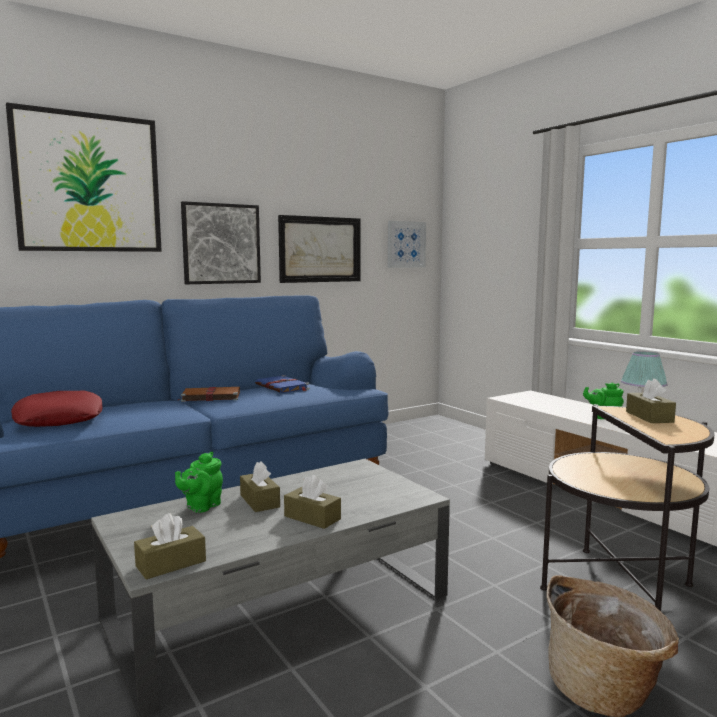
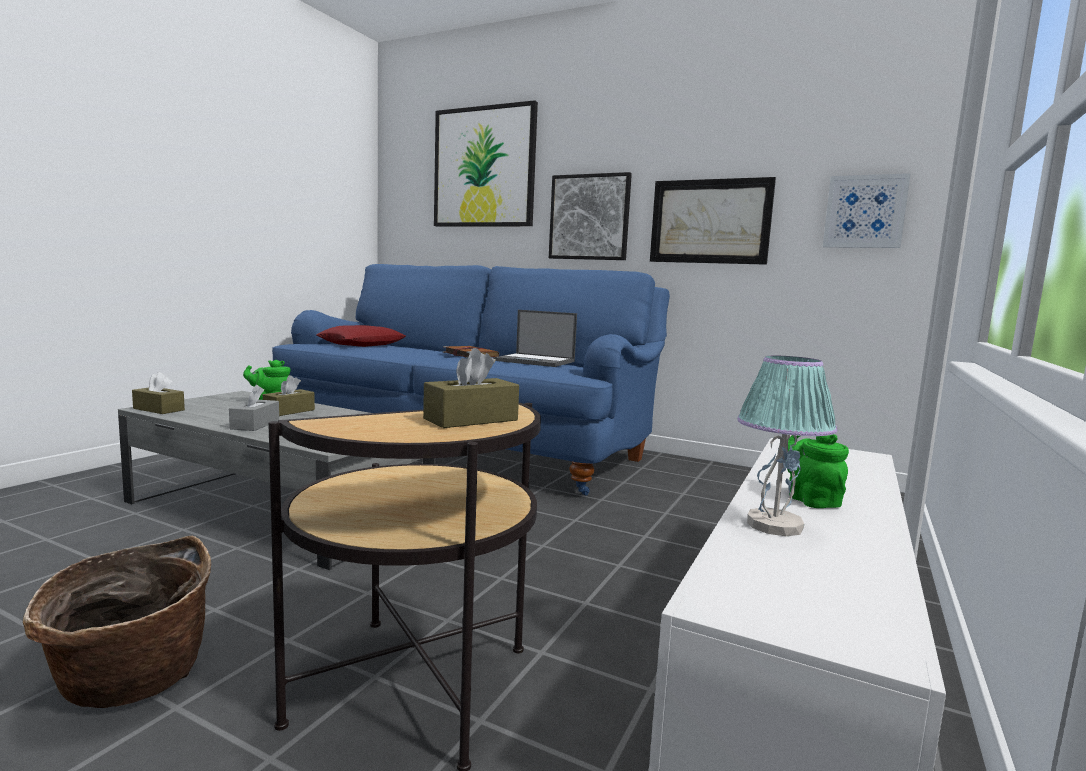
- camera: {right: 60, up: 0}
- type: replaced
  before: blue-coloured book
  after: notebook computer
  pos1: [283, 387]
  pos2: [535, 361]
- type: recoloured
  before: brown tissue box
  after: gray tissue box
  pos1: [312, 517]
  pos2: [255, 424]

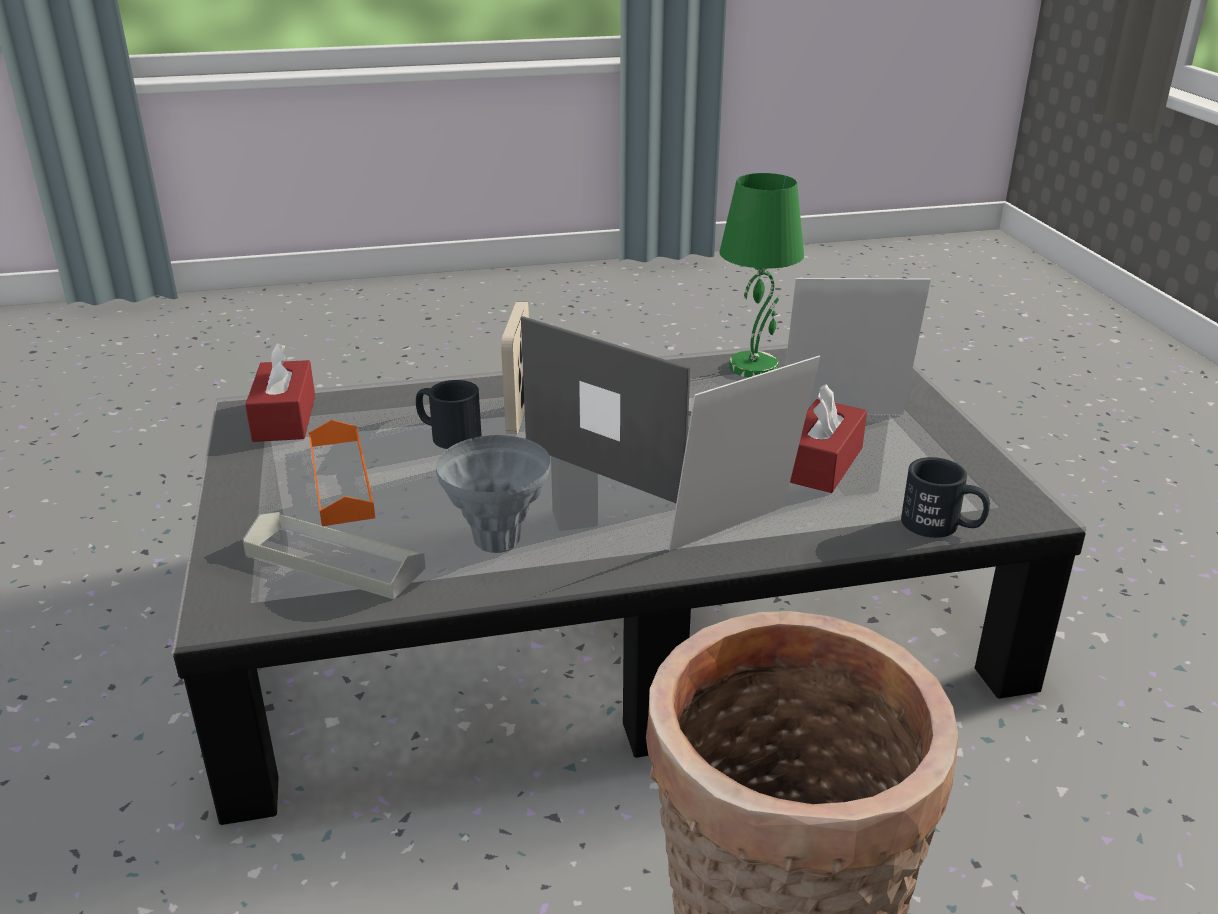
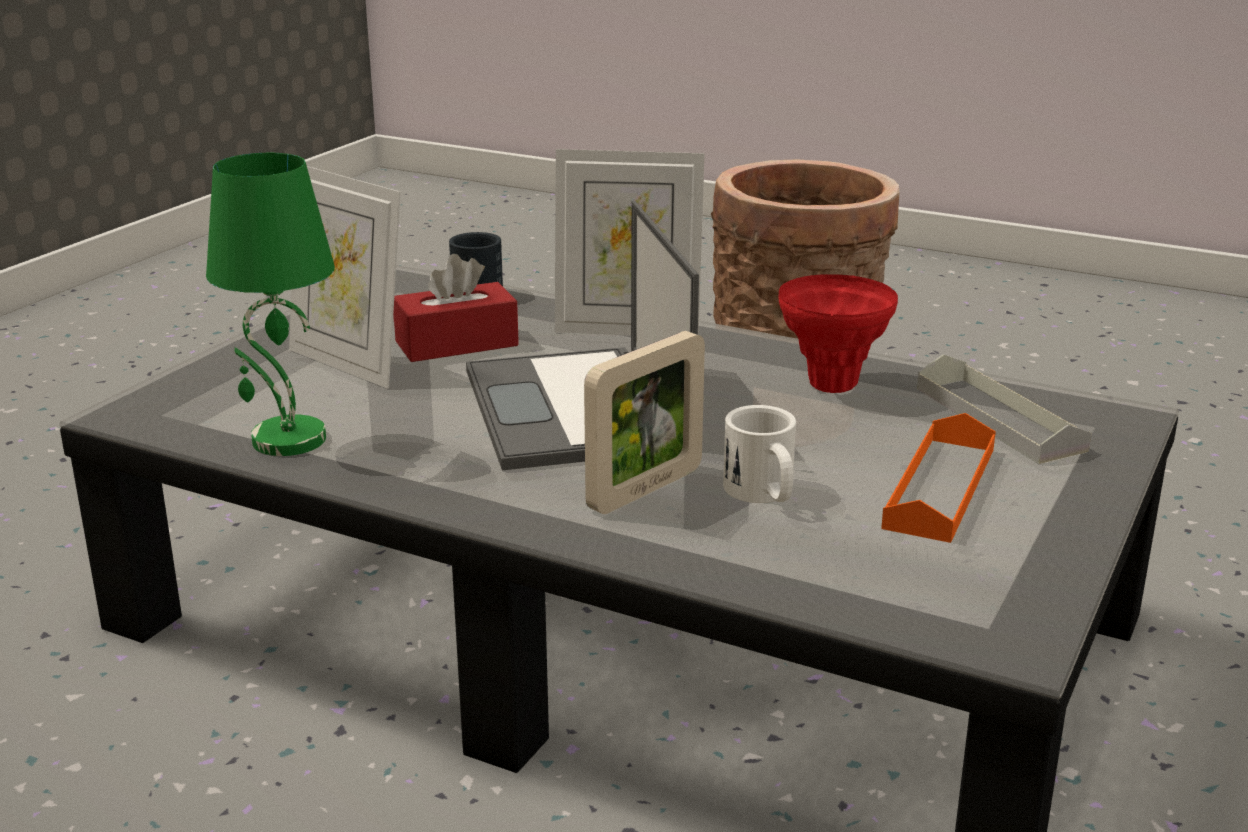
- camera: {right: -140, up: -5}
- type: removed
  before: reddish tissue box
  pos1: [284, 418]
- type: recoloured
  before: black mug
  after: white mug
  pos1: [448, 435]
  pos2: [764, 494]
- type: recoloured
  before: gray decorative vase
  after: reddish decorative vase
  pos1: [497, 542]
  pos2: [831, 385]

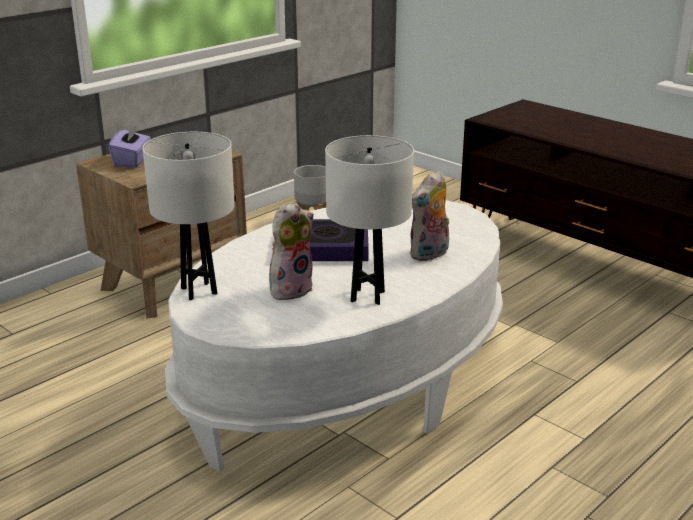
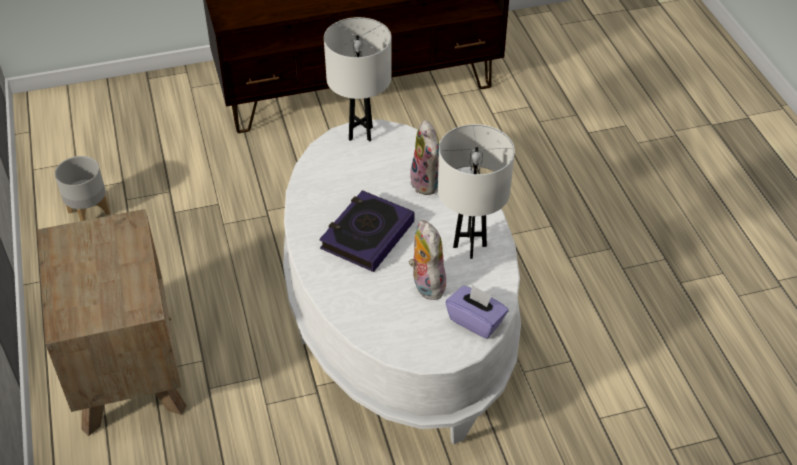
- camera: {right: -60, up: 20}
- type: moved
  before: purple tissue box
  pos1: [132, 161]
  pos2: [476, 321]
- type: moved
  before: white tabletop lamp
  pos1: [198, 291]
  pos2: [360, 134]

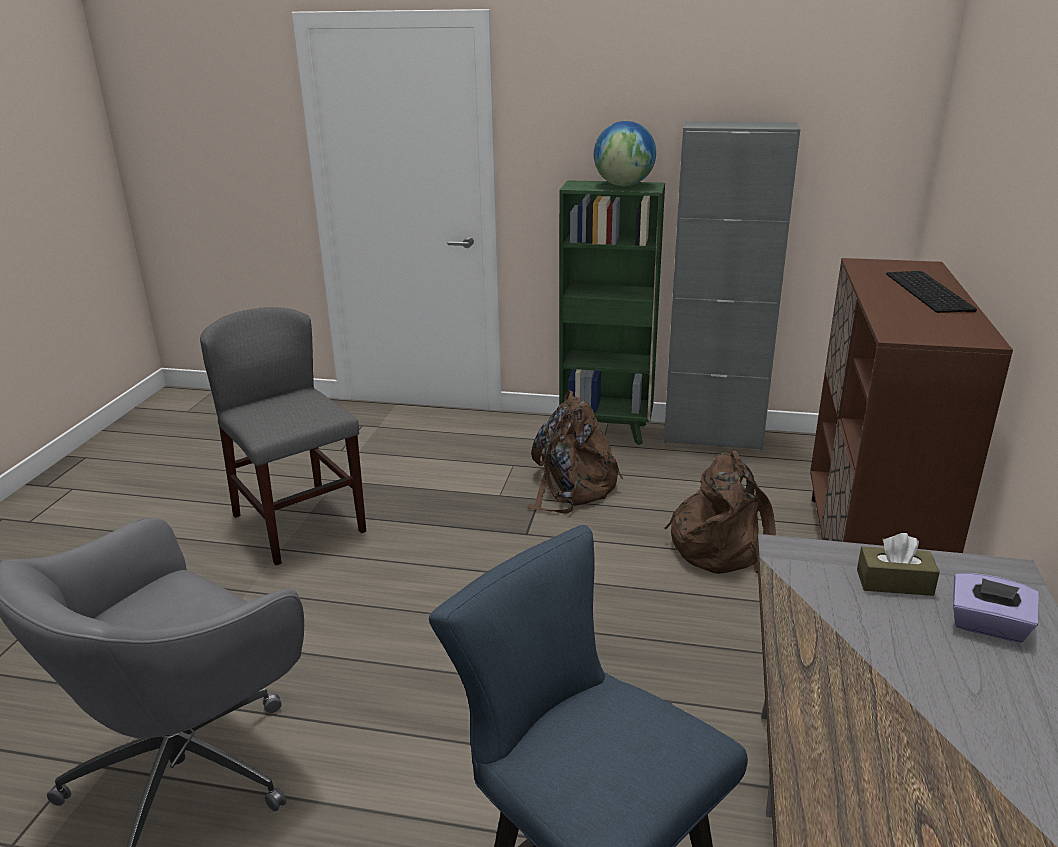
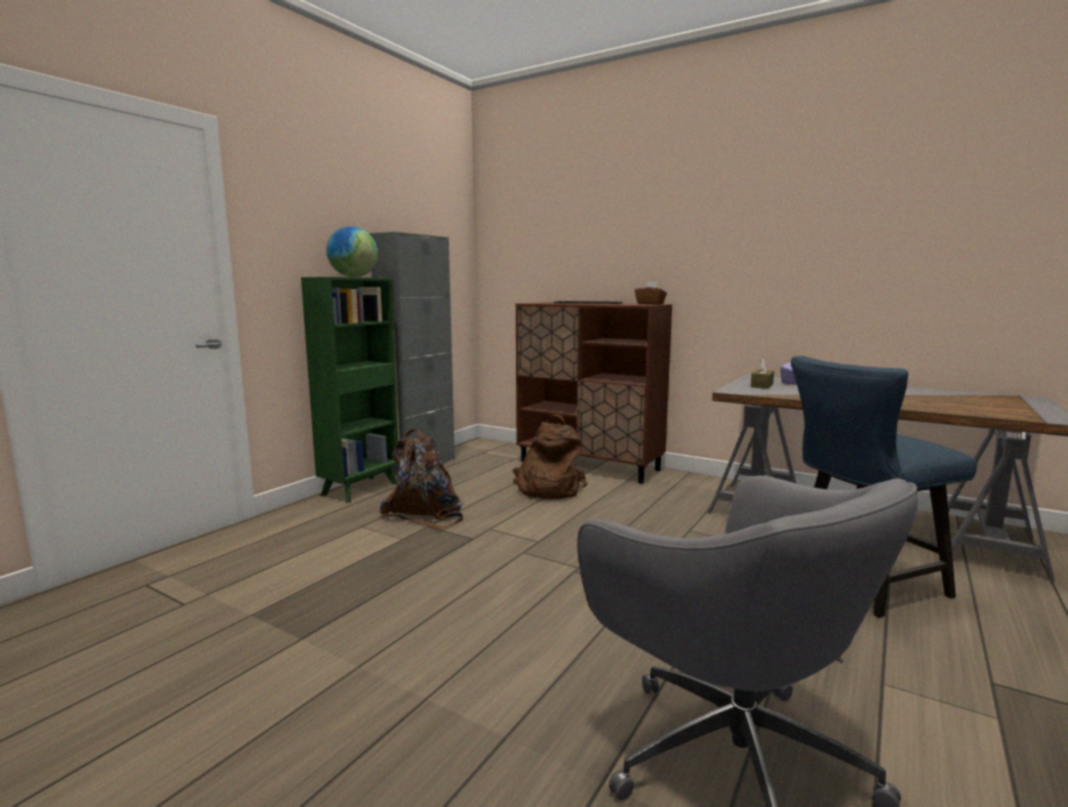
- camera: {right: -70, up: -15}
- type: removed
  before: gray chair
  pos1: [299, 523]
- type: added
  after: brown tissue box
  pos2: [650, 304]

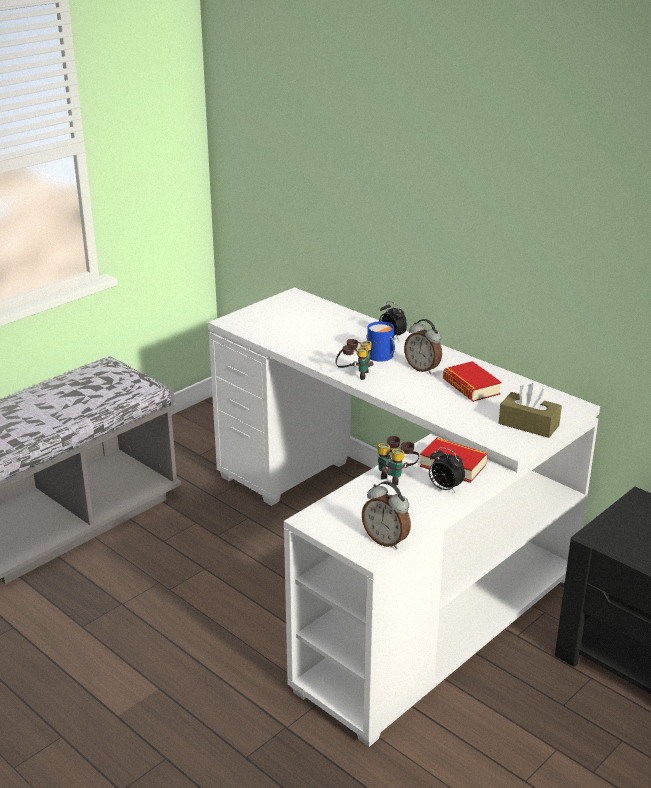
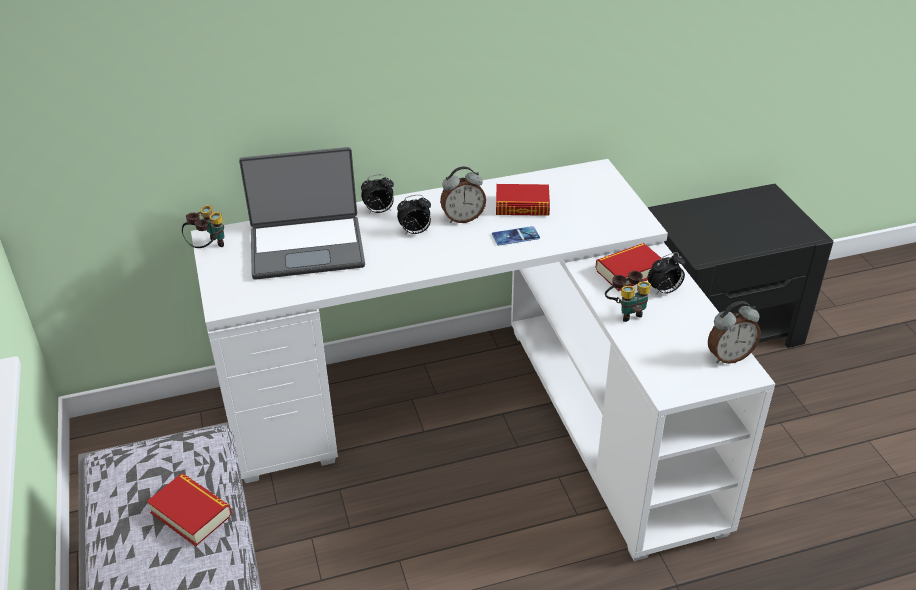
- camera: {right: -60, up: 10}
- type: removed
  before: brown tissue box
  pos1: [528, 424]
- type: added
  after: book
  pos2: [191, 514]
- type: added
  after: notebook computer
  pos2: [307, 247]
- type: added
  after: telephone
  pos2: [515, 236]
- type: moved
  before: binoculars
  pos1: [354, 374]
  pos2: [208, 247]
- type: replaced
  before: blue-coloured mug
  after: table clock
  pos1: [382, 356]
  pos2: [415, 232]

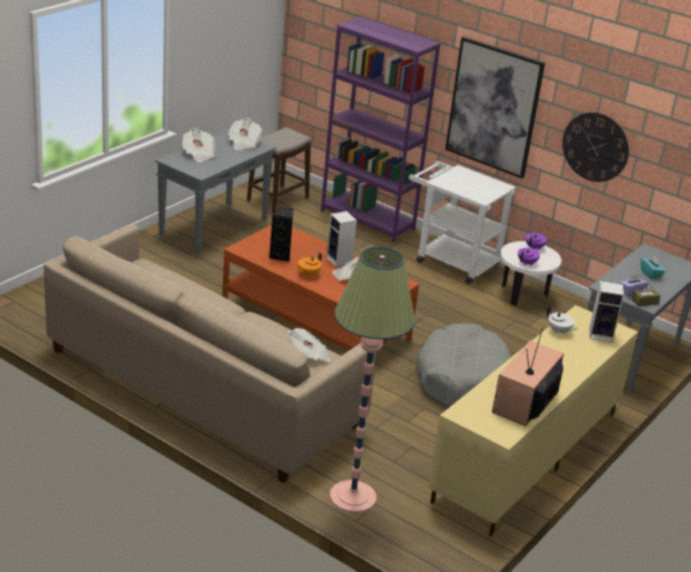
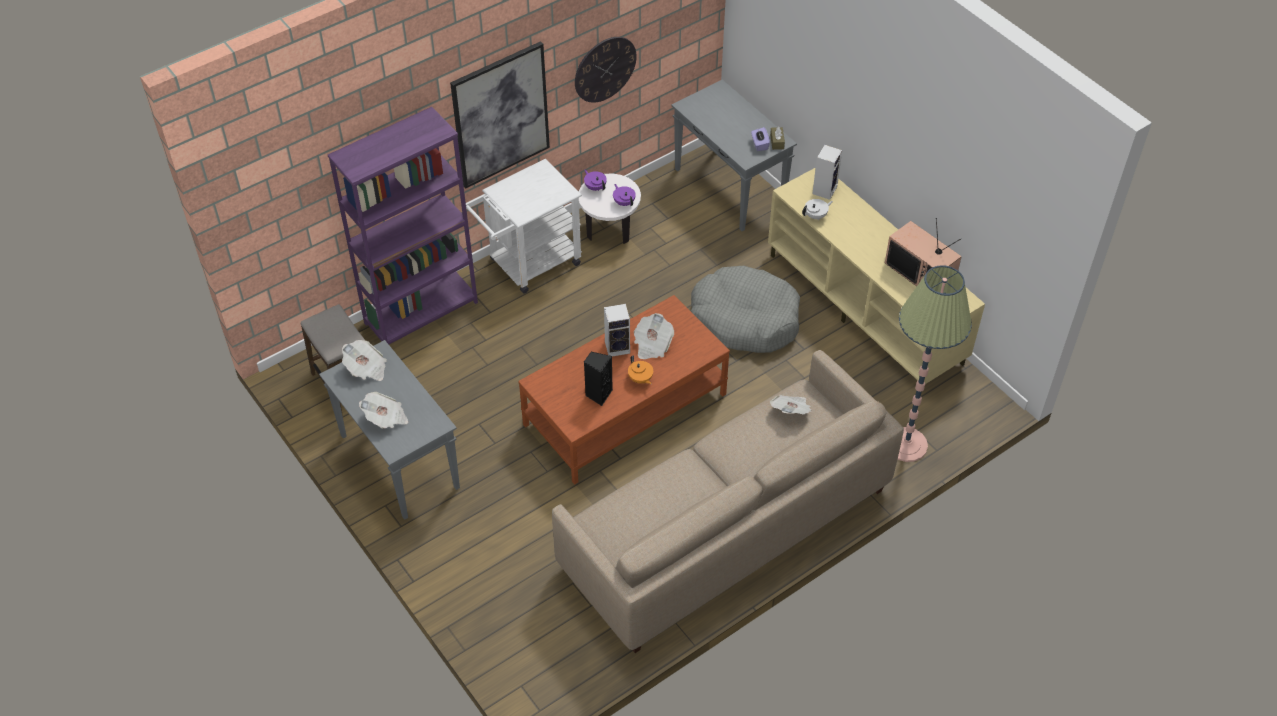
- camera: {right: -70, up: 20}
- type: removed
  before: turquoise tissue box
  pos1: [650, 274]

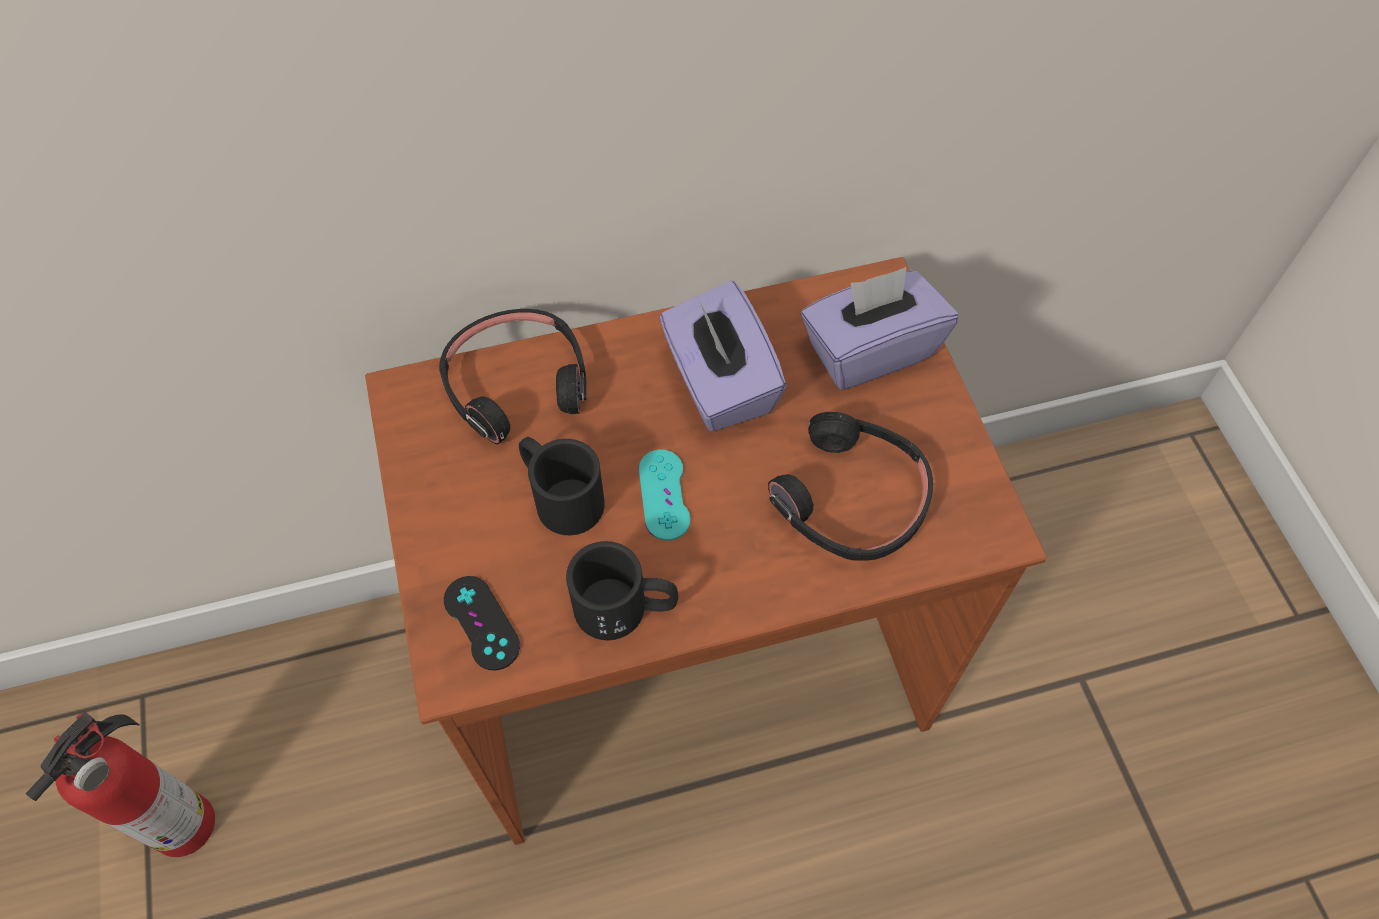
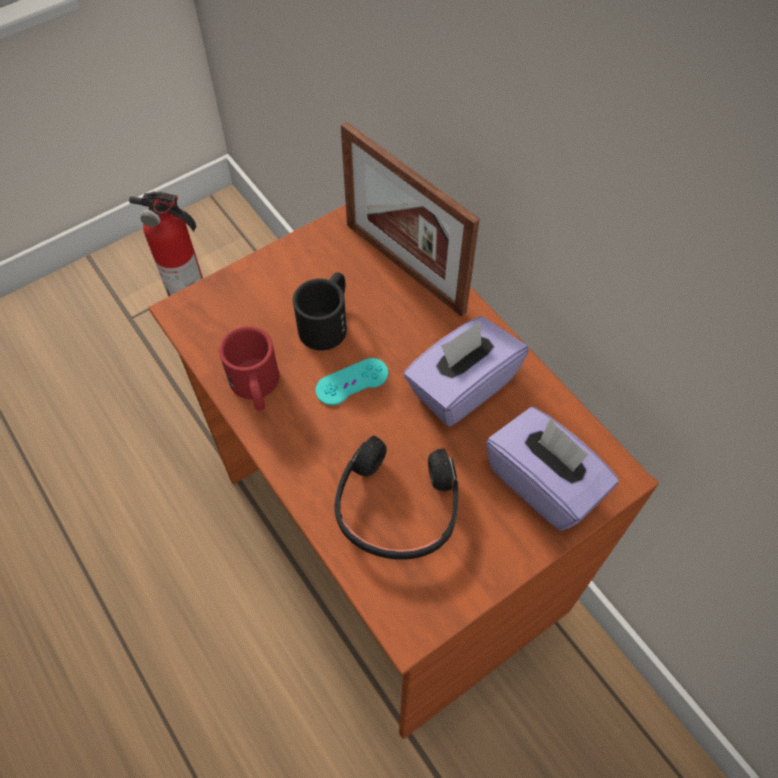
- camera: {right: 70, up: 0}
- type: removed
  before: black gamepad
  pos1: [481, 623]
- type: replaced
  before: black headset
  after: picture frame
  pos1: [517, 384]
  pos2: [404, 267]
- type: recoloured
  before: black mug
  after: reddish mug
  pos1: [625, 608]
  pos2: [256, 387]

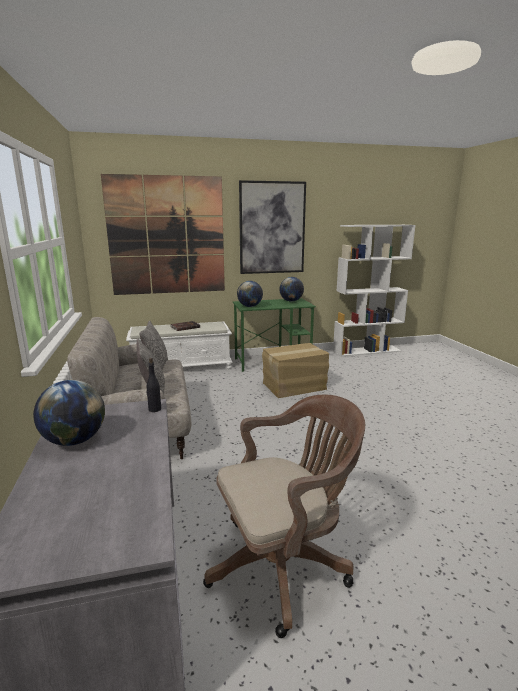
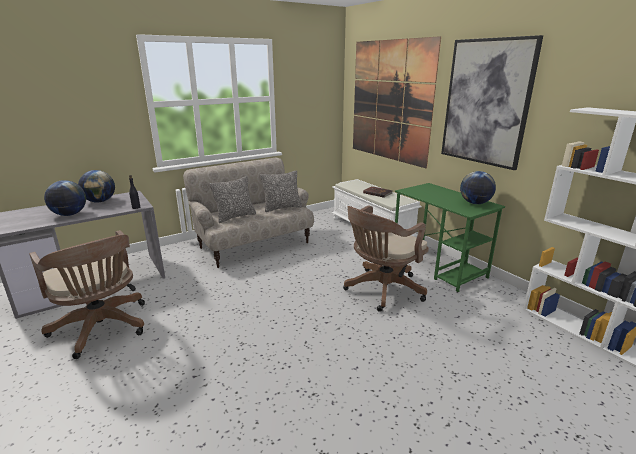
- camera: {right: 70, up: 5}
- type: moved
  before: globe
  pos1: [250, 306]
  pos2: [69, 214]
- type: replaced
  before: packing box
  after: brown computer chair
  pos1: [294, 386]
  pos2: [381, 290]

